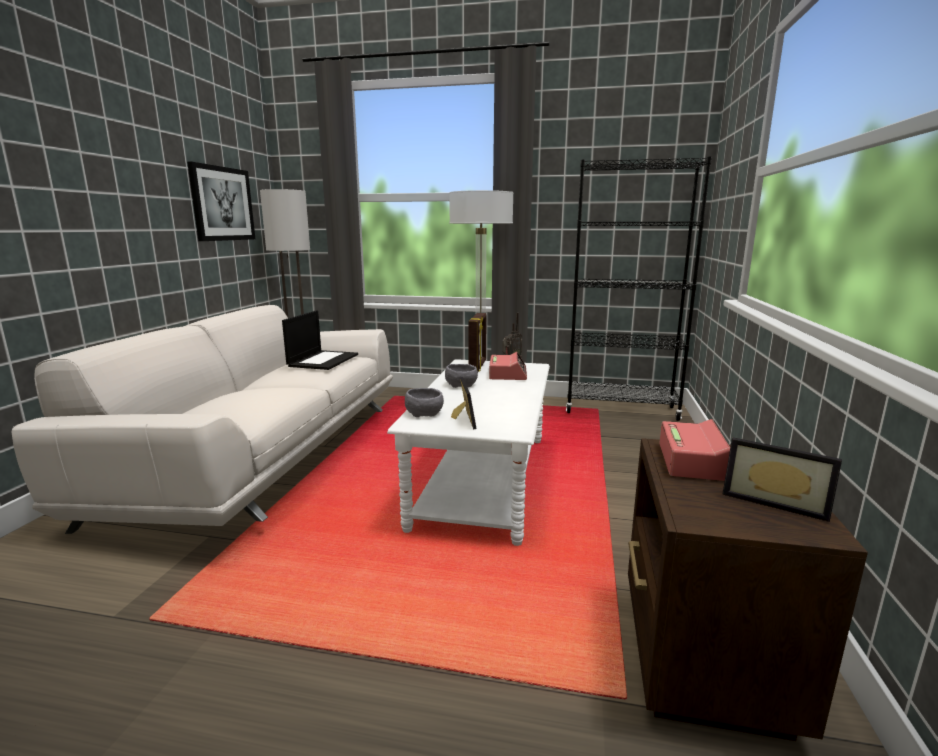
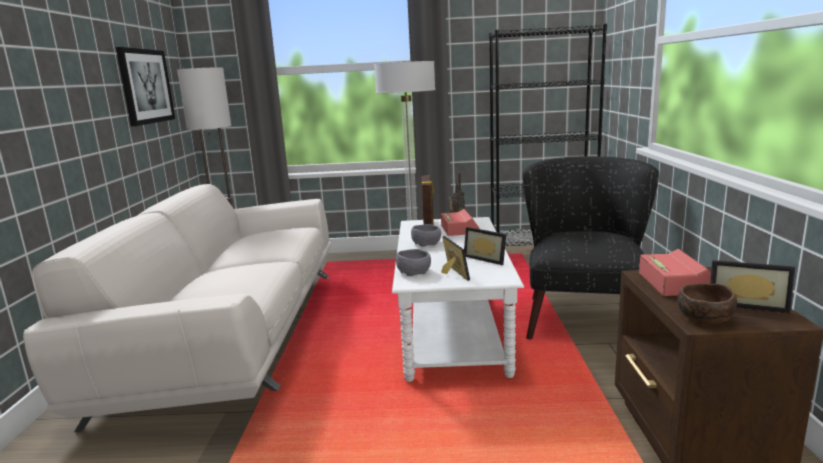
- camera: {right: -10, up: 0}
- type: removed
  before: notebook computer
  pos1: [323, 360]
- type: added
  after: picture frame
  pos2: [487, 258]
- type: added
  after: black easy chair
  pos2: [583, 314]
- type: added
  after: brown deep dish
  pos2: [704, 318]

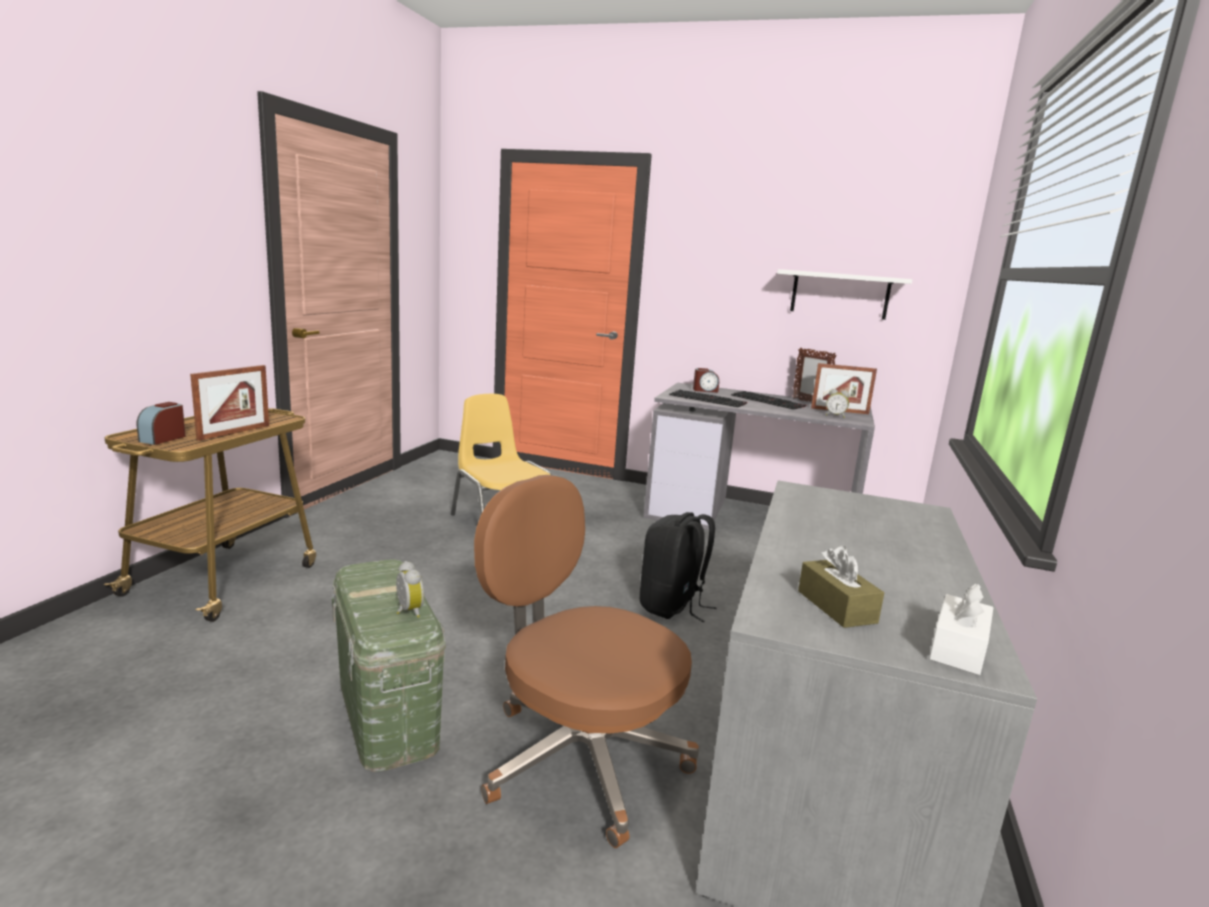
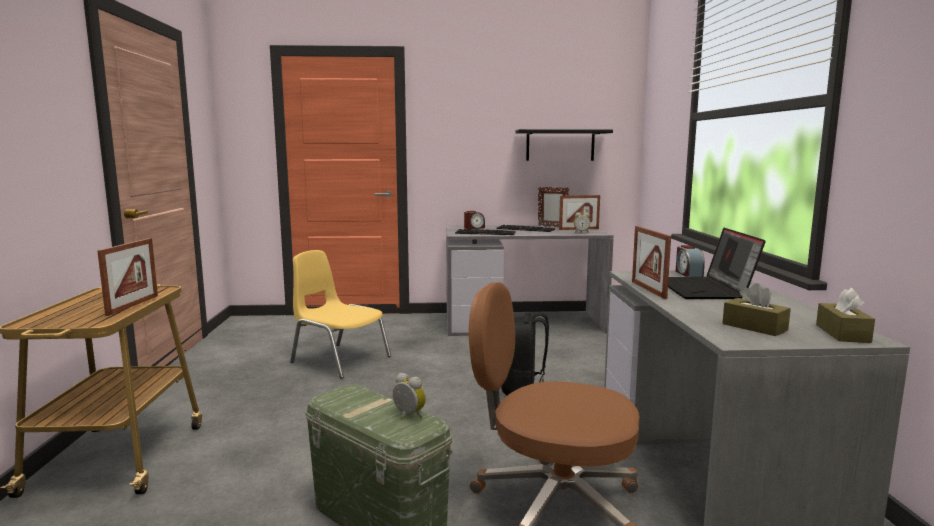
- camera: {right: -20, up: -5}
- type: added
  after: picture frame
  pos2: [648, 289]
- type: added
  after: notebook computer
  pos2: [705, 289]
- type: moved
  before: table clock
  pos1: [163, 439]
  pos2: [688, 274]
- type: recoloured
  before: white wall shelf
  after: black wall shelf
  pos1: [840, 294]
  pos2: [560, 145]
- type: recoloured
  before: white tissue box
  after: brown tissue box
  pos1: [958, 648]
  pos2: [842, 333]

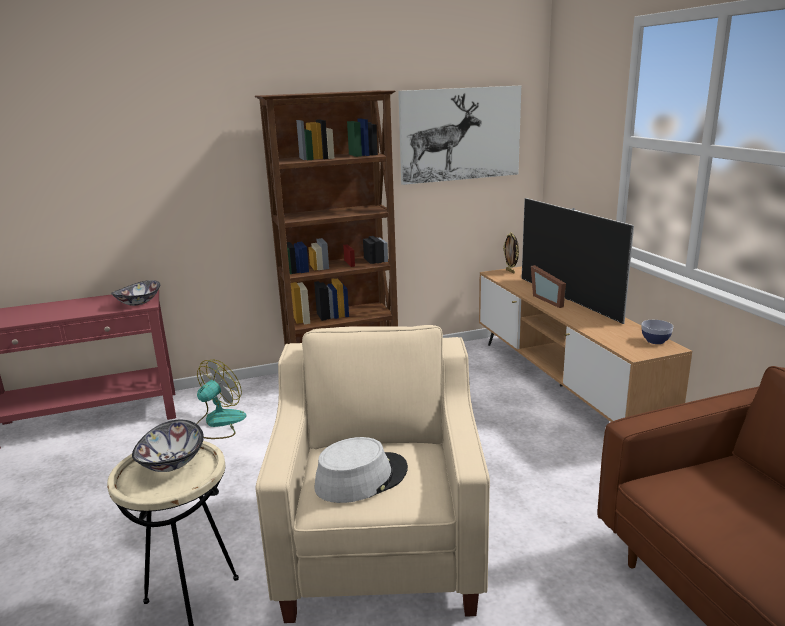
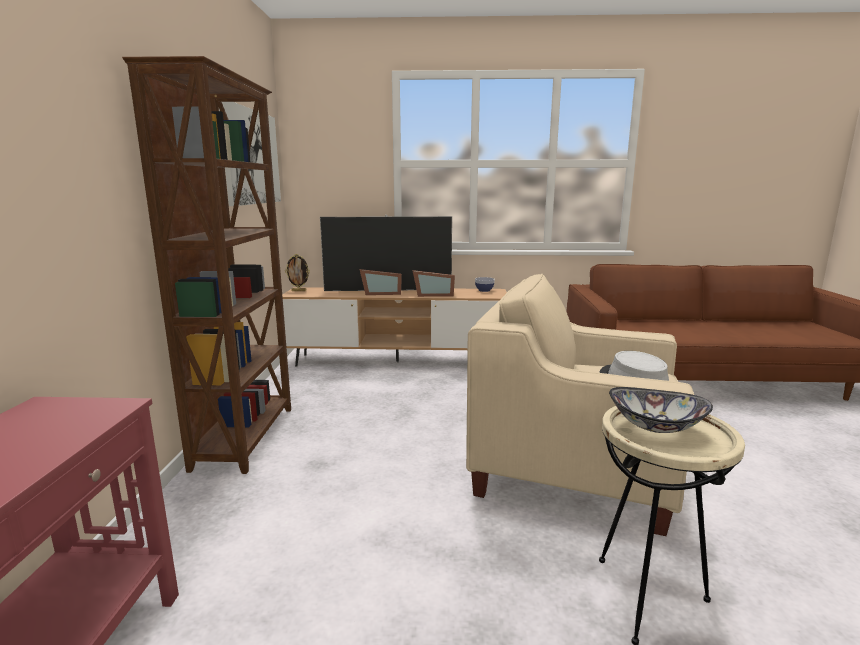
- camera: {right: -70, up: -5}
- type: removed
  before: deep dish
  pos1: [139, 302]
- type: removed
  before: electric fan
  pos1: [218, 423]
- type: added
  after: picture frame
  pos2: [433, 295]

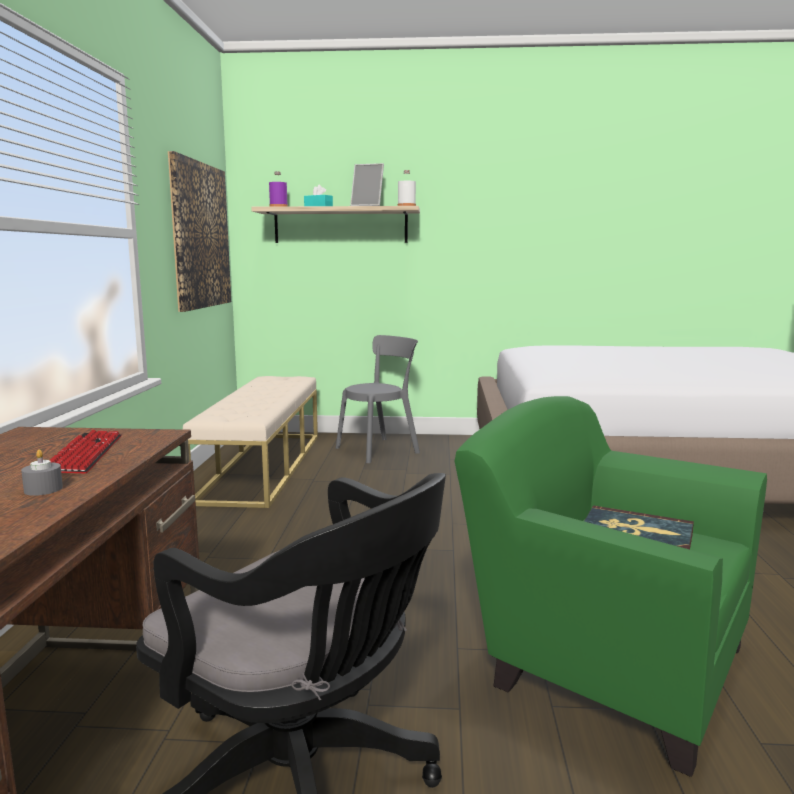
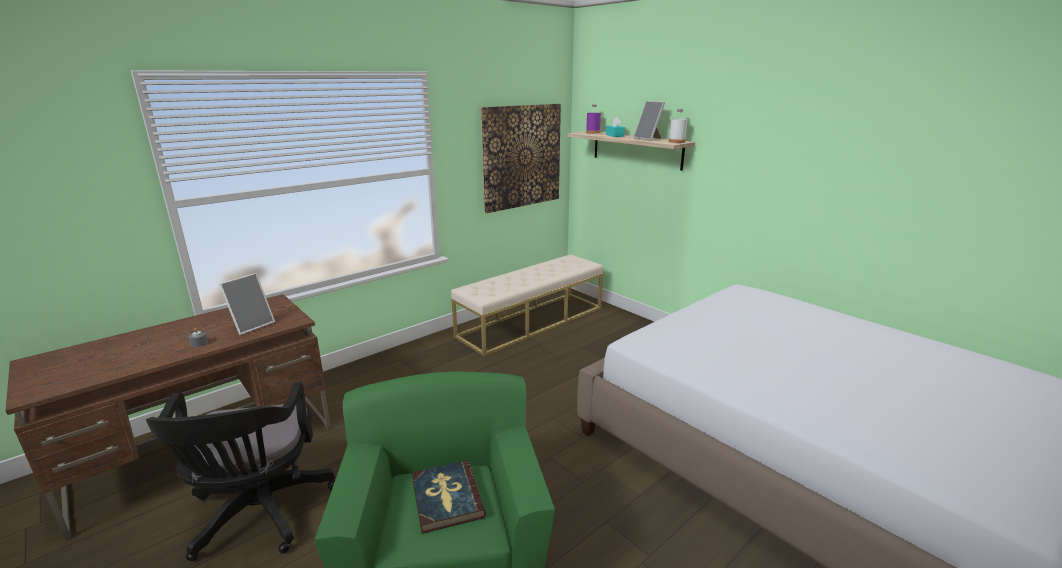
- camera: {right: 45, up: 10}
- type: removed
  before: gray chair
  pos1: [380, 449]
- type: replaced
  before: PC keyboard
  after: picture frame
  pos1: [85, 454]
  pos2: [252, 325]

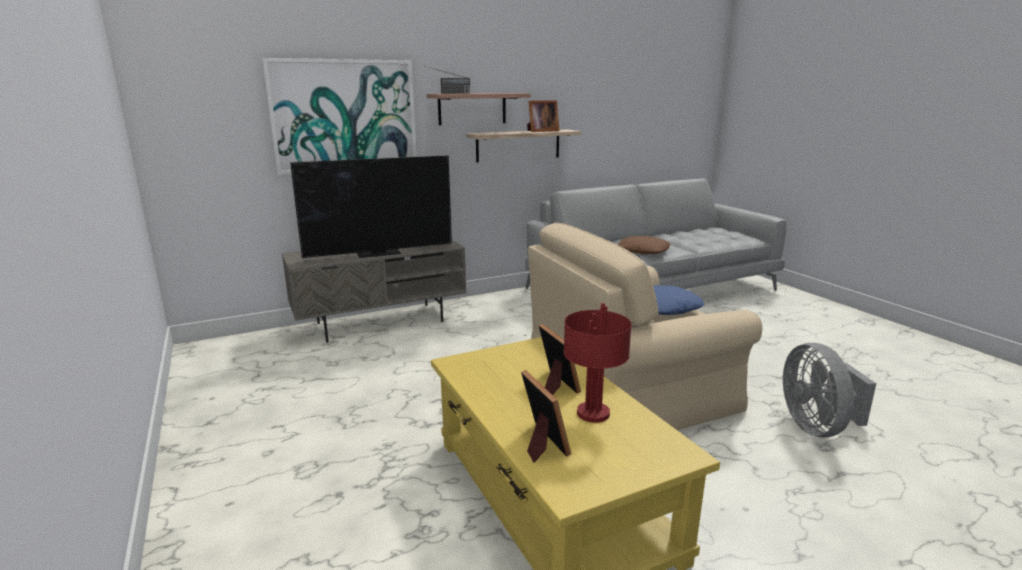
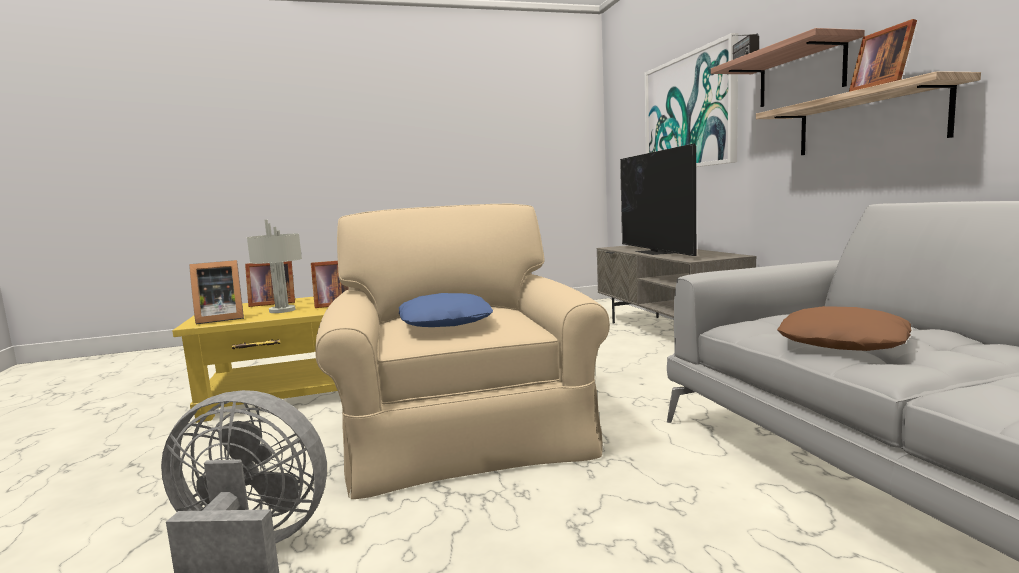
- camera: {right: 100, up: -10}
- type: added
  after: picture frame
  pos2: [219, 319]
- type: recoloured
  before: reddish tabletop lamp
  after: gray tabletop lamp
  pos1: [592, 413]
  pos2: [282, 310]

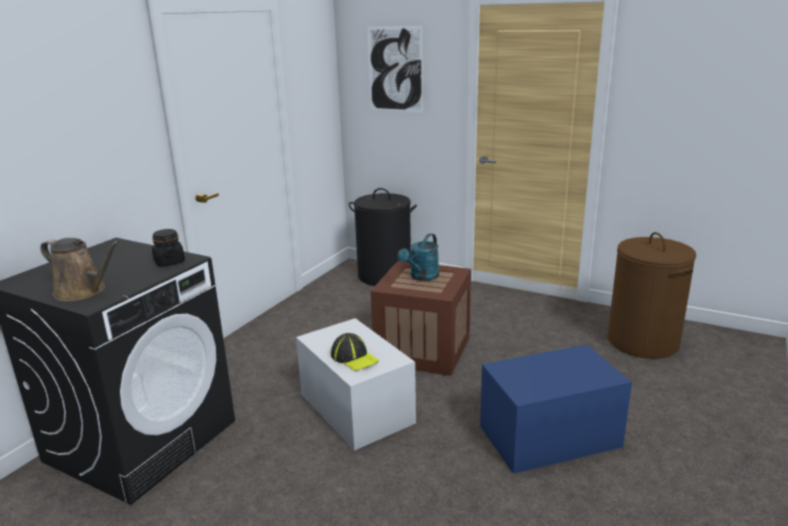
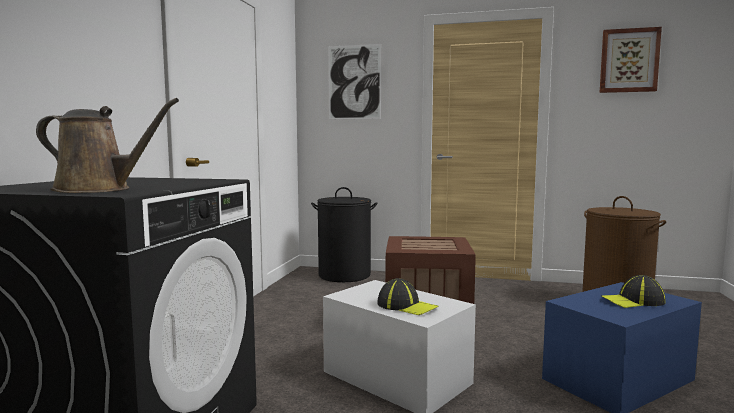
- camera: {right: -15, up: -15}
- type: removed
  before: black jar
  pos1: [169, 262]
- type: removed
  before: turquoise watering pot
  pos1: [421, 277]
- type: added
  after: wall art
  pos2: [629, 61]
- type: added
  after: baseball cap
  pos2: [633, 301]

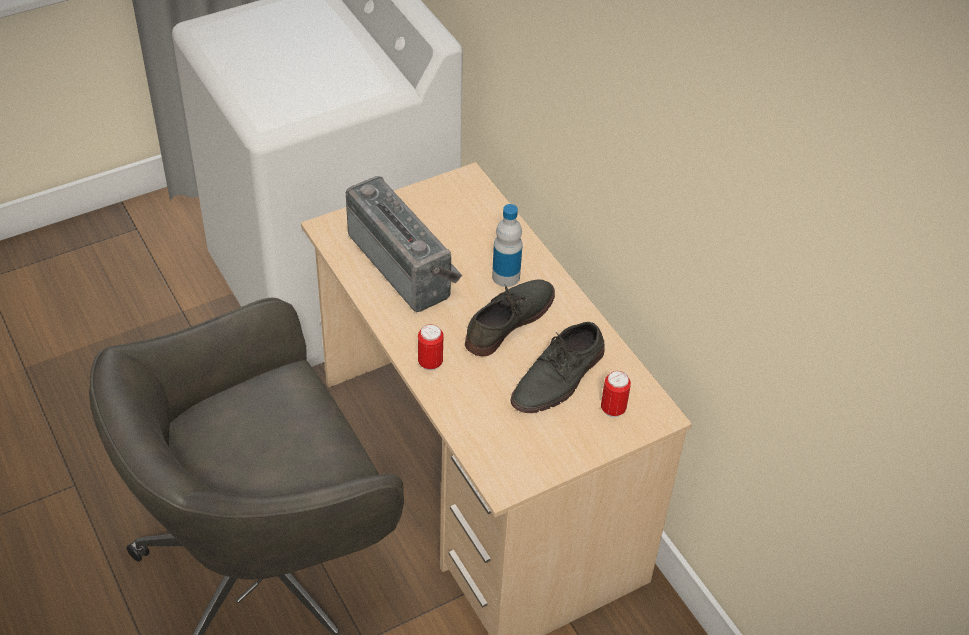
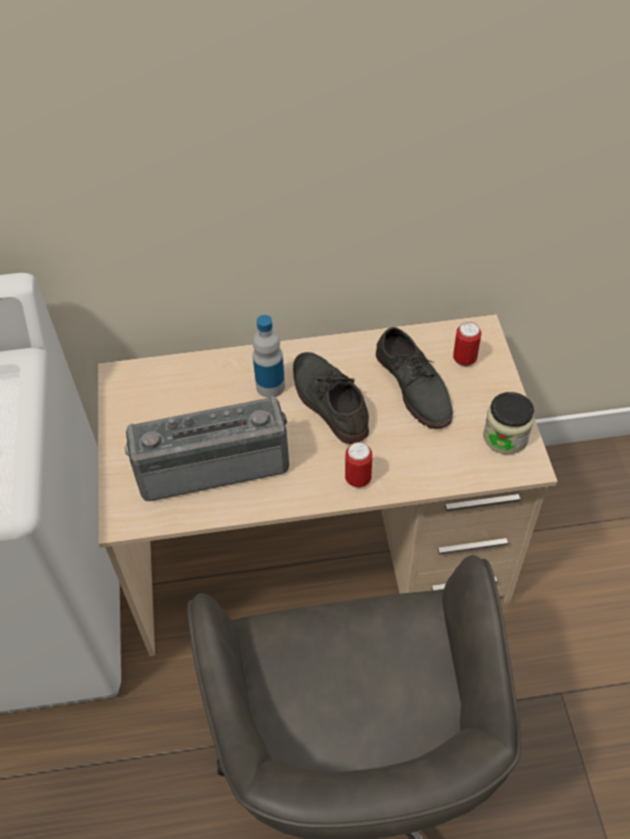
- camera: {right: -65, up: 5}
- type: added
  after: jar
  pos2: [505, 437]

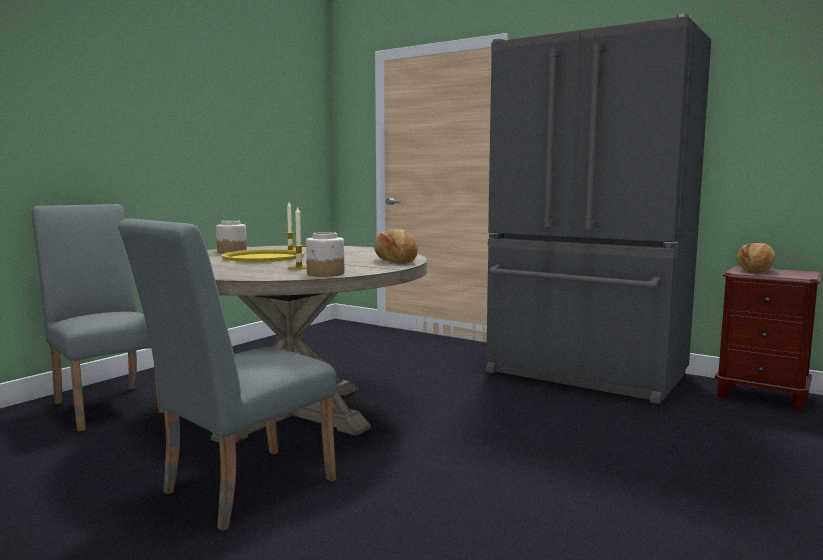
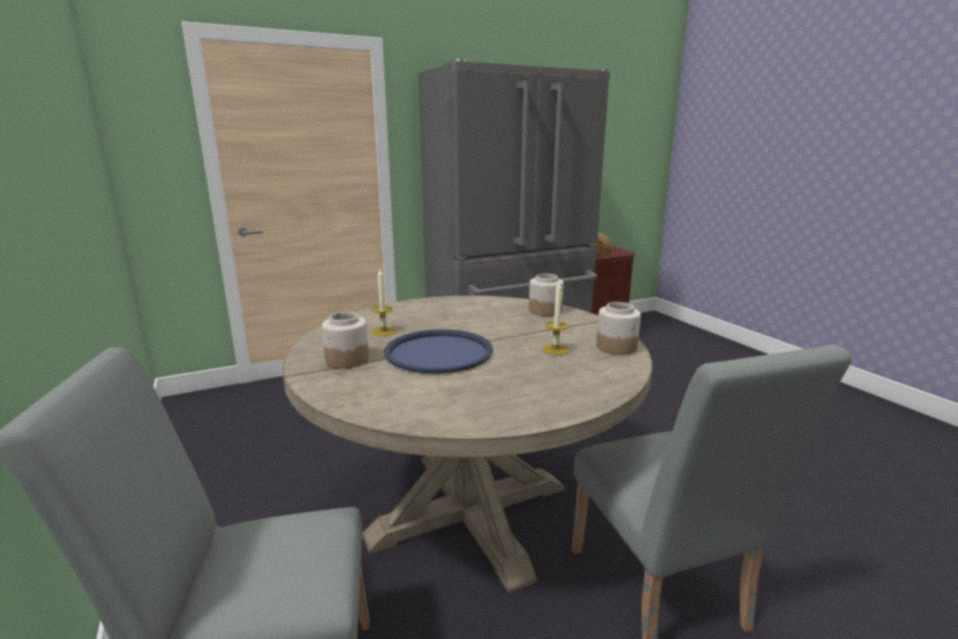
- camera: {right: -60, up: 10}
- type: replaced
  before: bread
  after: jar
  pos1: [396, 261]
  pos2: [545, 311]
- type: recoloured
  before: yellow serving tray
  after: blue-coloured serving tray
  pos1: [263, 257]
  pos2: [438, 352]

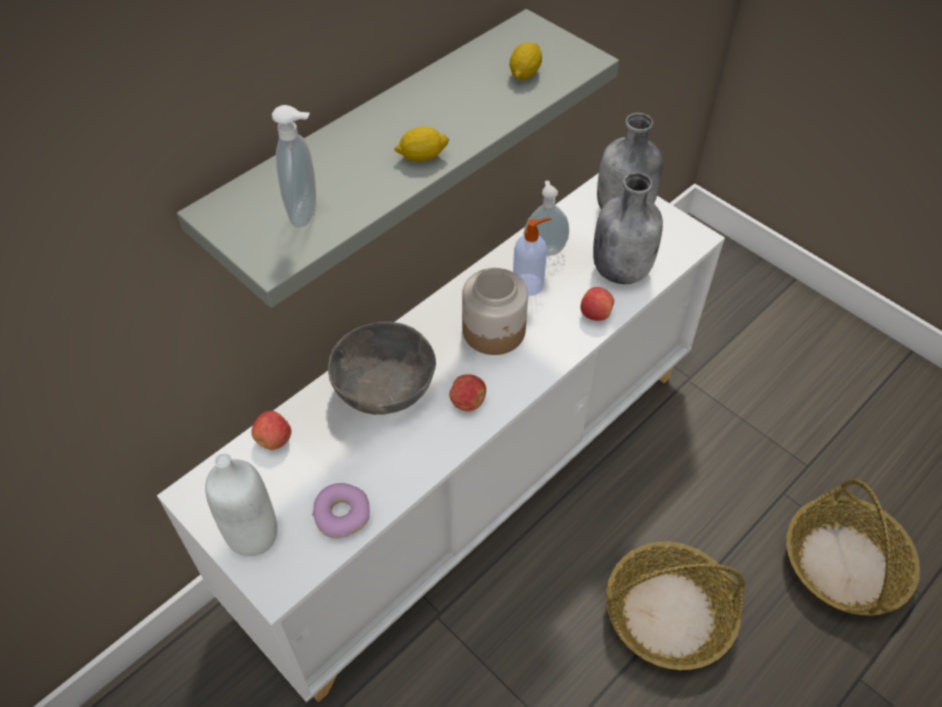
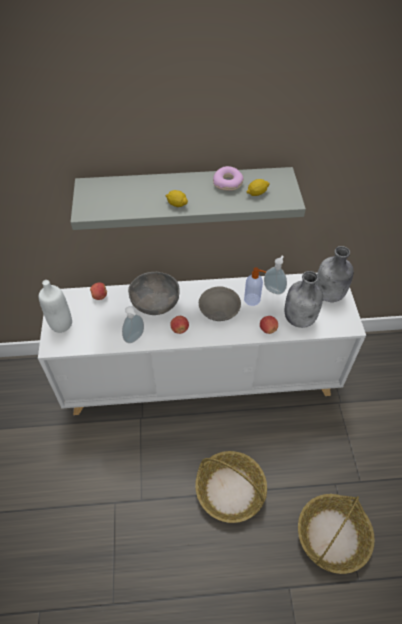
- camera: {right: 40, up: 0}
- type: moved
  before: soap dispenser
  pos1: [307, 212]
  pos2: [135, 338]
- type: moved
  before: ring doughnut
  pos1: [342, 514]
  pos2: [228, 183]
- type: replaced
  before: jar
  after: gray deep dish
  pos1: [494, 331]
  pos2: [219, 309]

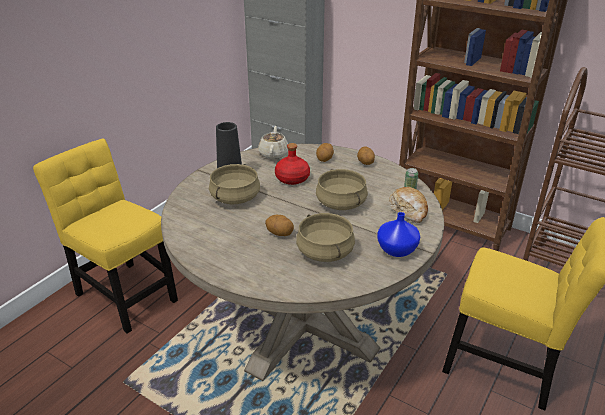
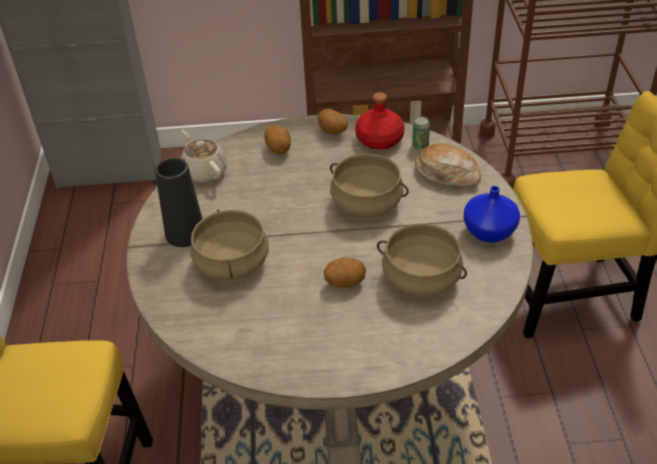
- camera: {right: -35, up: 10}
- type: moved
  before: reddish beverage bottle
  pos1: [292, 178]
  pos2: [379, 139]

